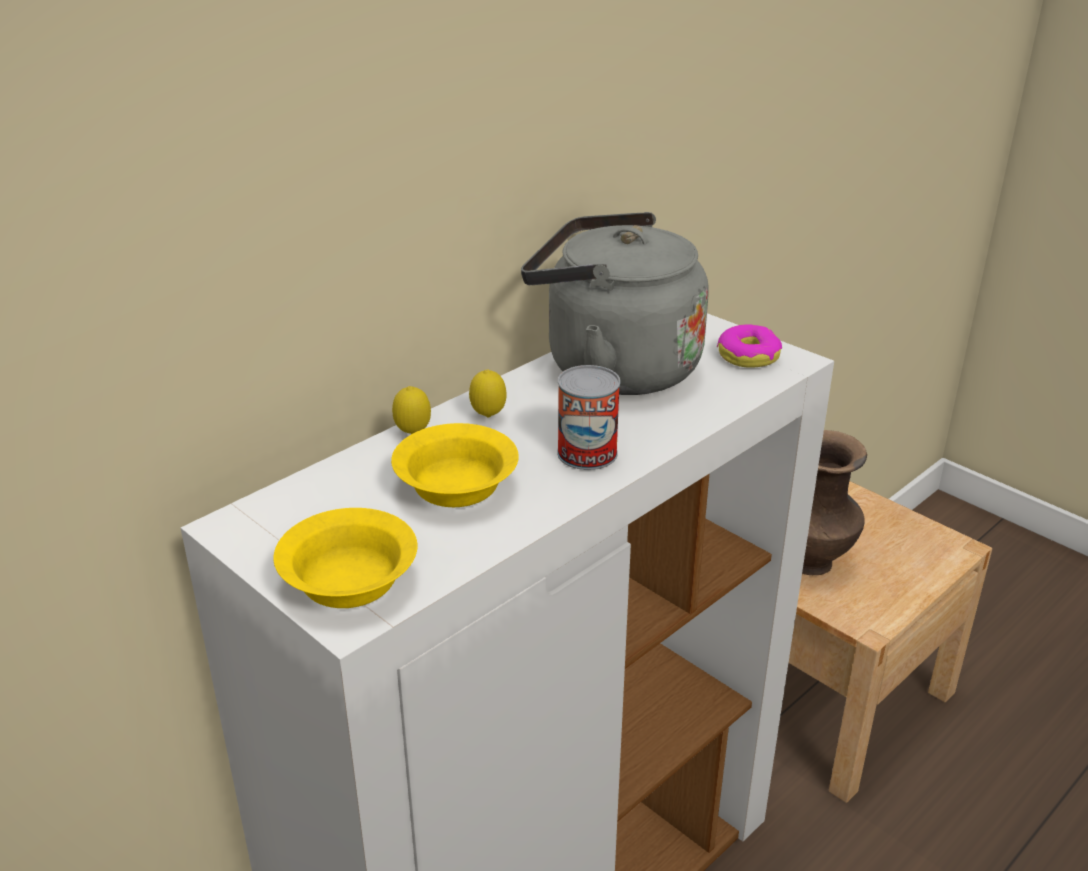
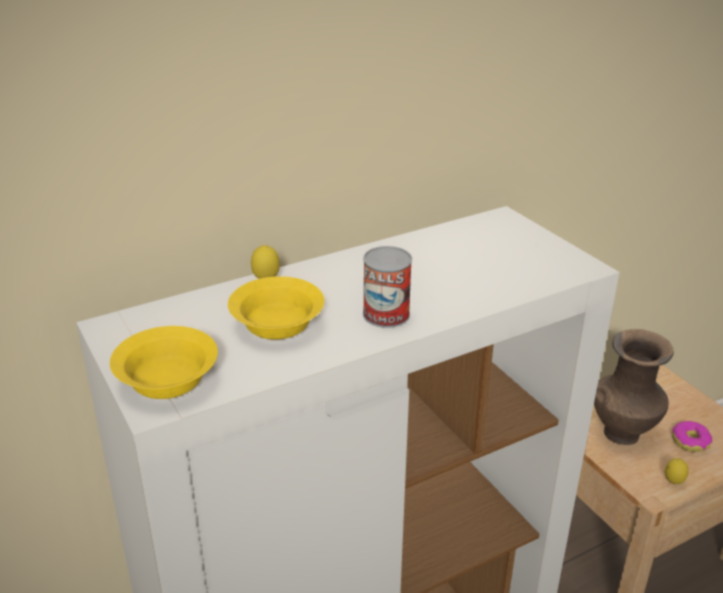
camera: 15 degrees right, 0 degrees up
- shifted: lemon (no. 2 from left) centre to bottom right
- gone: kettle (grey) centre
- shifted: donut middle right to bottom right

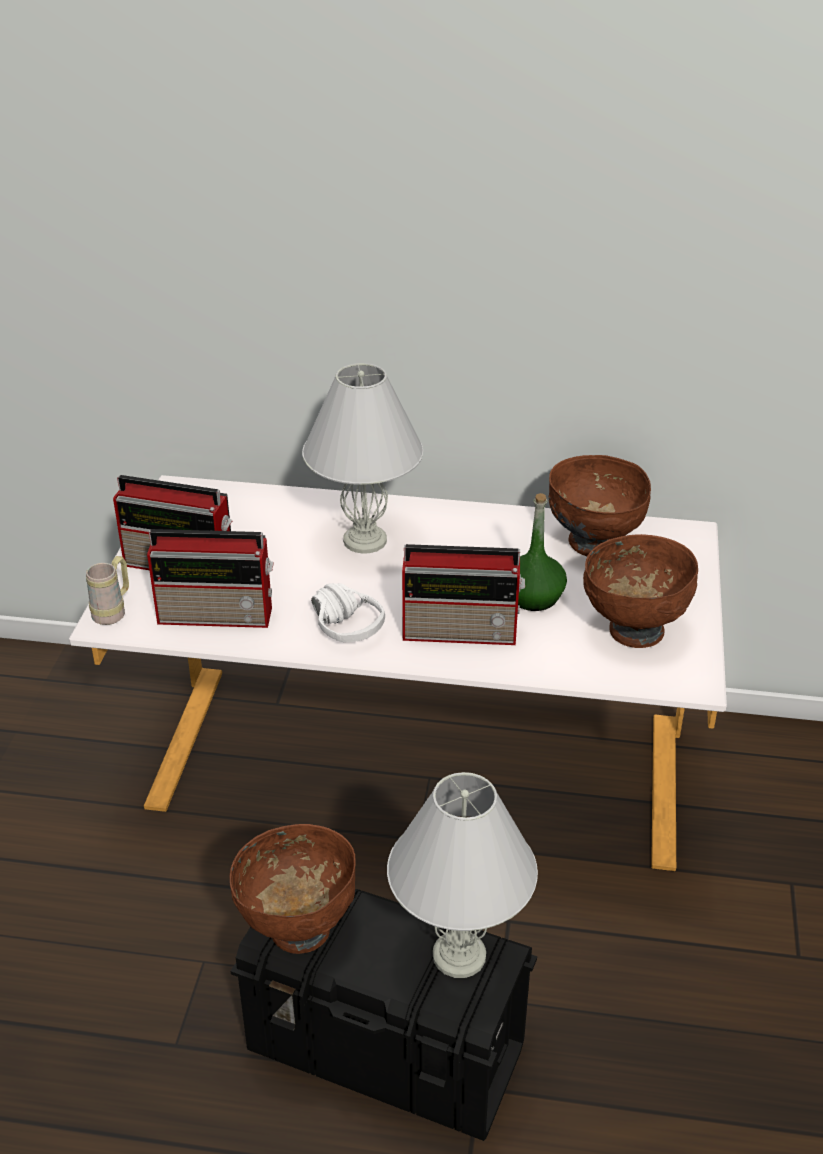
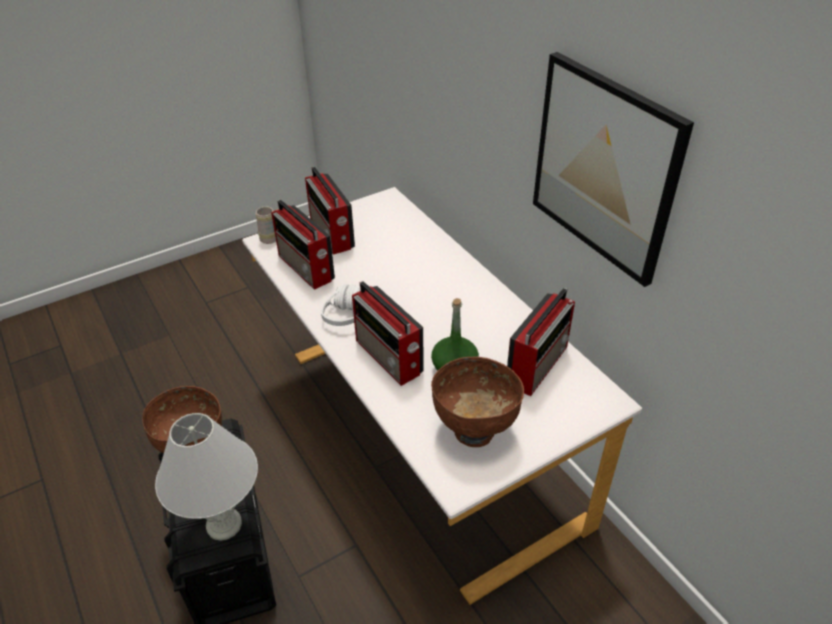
camera: 50 degrees right, 5 degrees up
- gone: table lamp (white) (no. 1 from left) centre
- swapped: bowl (brown) (no. 2 from left) middle right to radio (no. 4 from left) centre
- new: picture top right

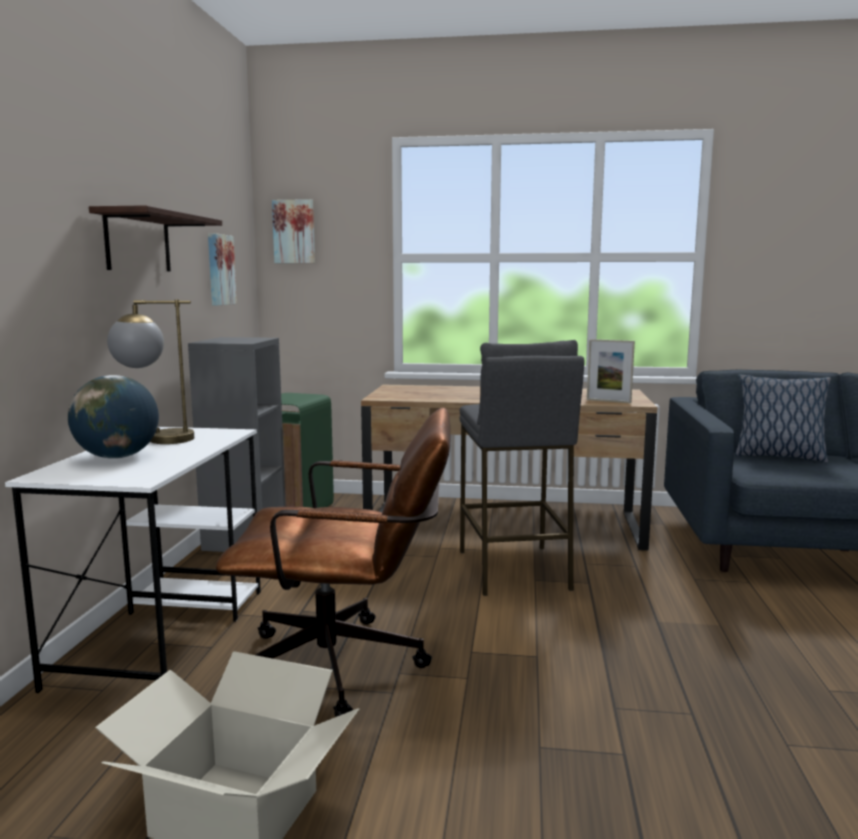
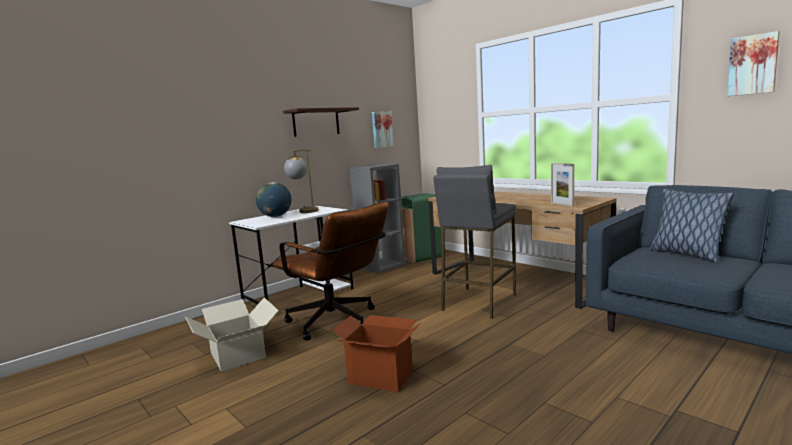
camera: 40 degrees right, 0 degrees up
- shifted: picture (no. 2 from left) top centre to top right
- new: cardboard box (no. 2 from left) bottom centre

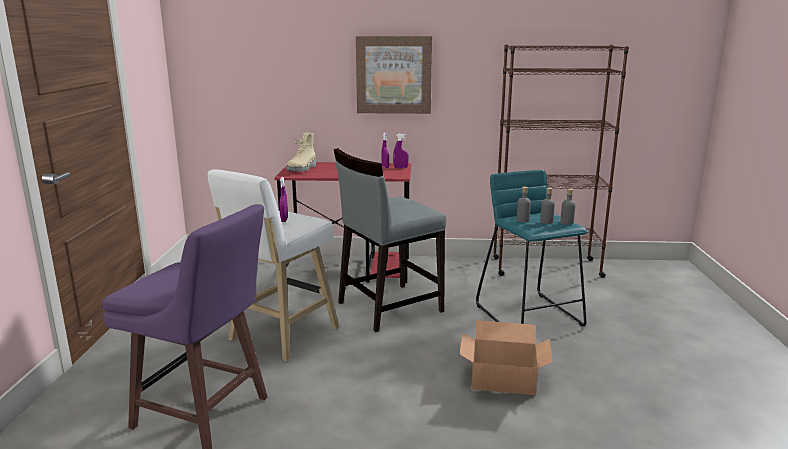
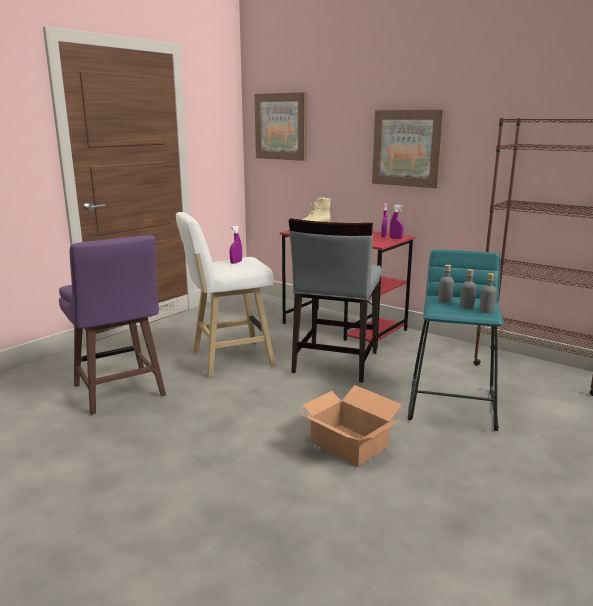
camera: 35 degrees right, 0 degrees up
- rotated: chair (grey) centre = centre 75 degrees counterclockwise
- new: picture (no. 1 from left) top centre

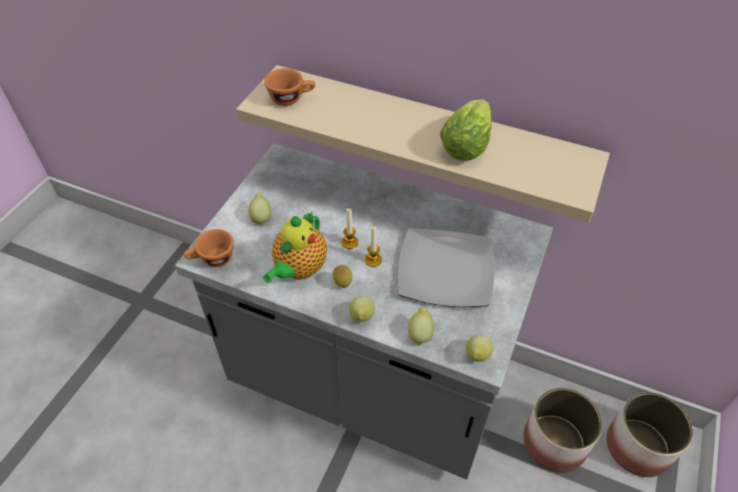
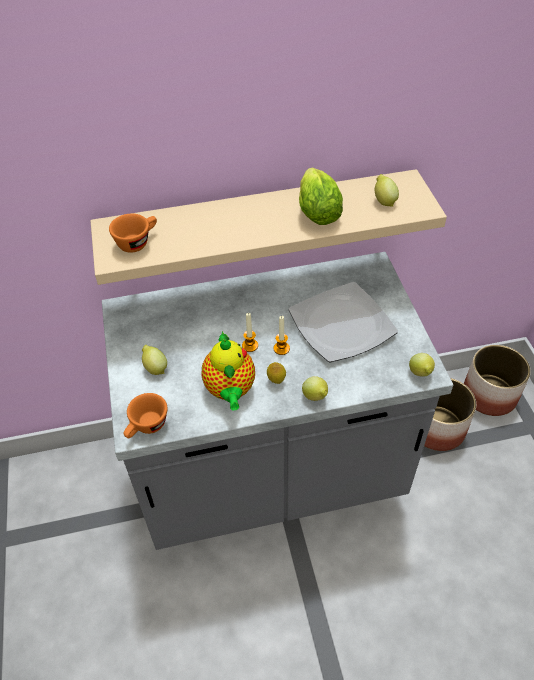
camera: 35 degrees left, 0 degrees up
- shifted: lemon (no. 4 from left) centre to top right

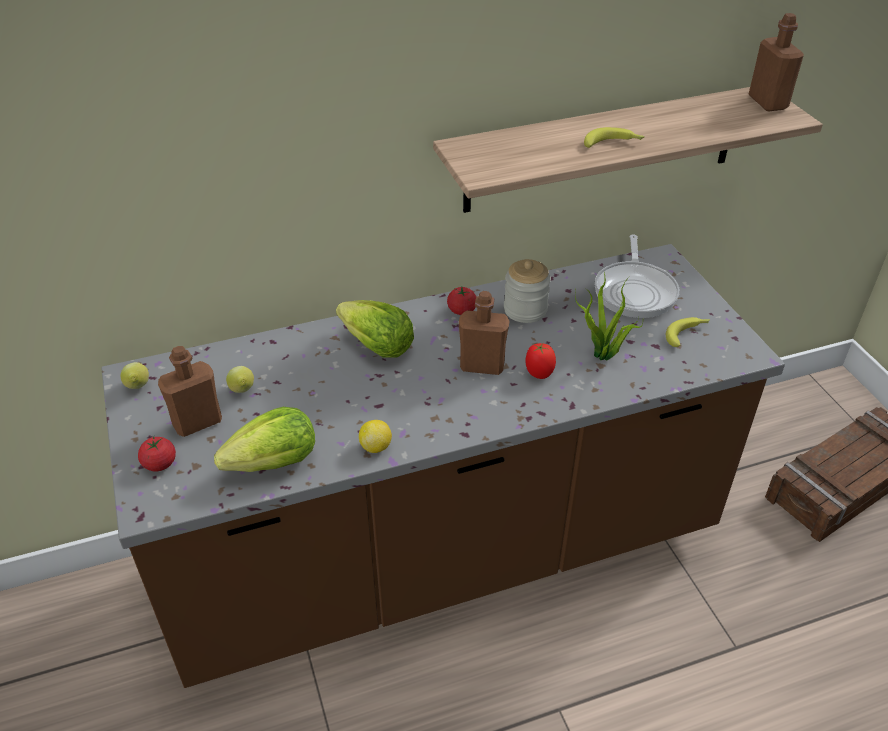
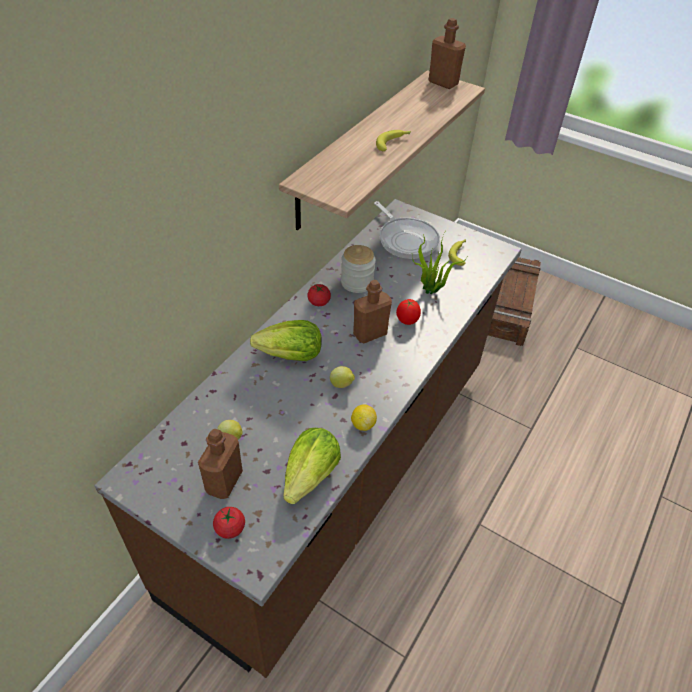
camera: 40 degrees left, 5 degrees up
- shifted: lemon (no. 1 from left in the first image) middle left to lemon (no. 2 from left) centre

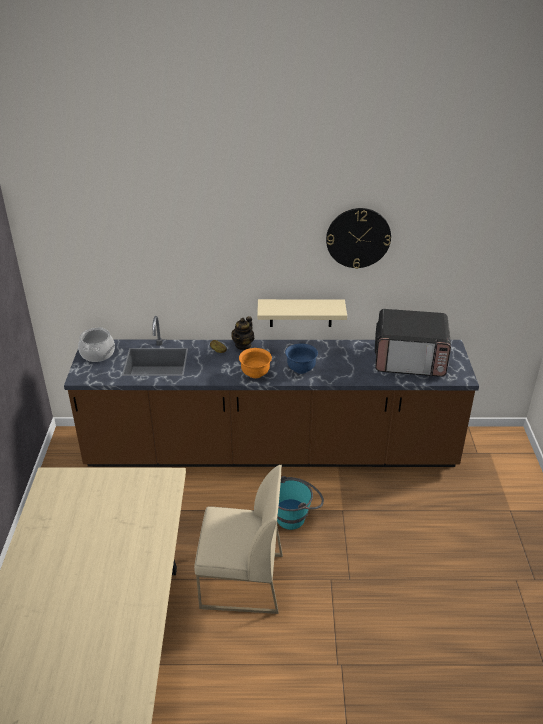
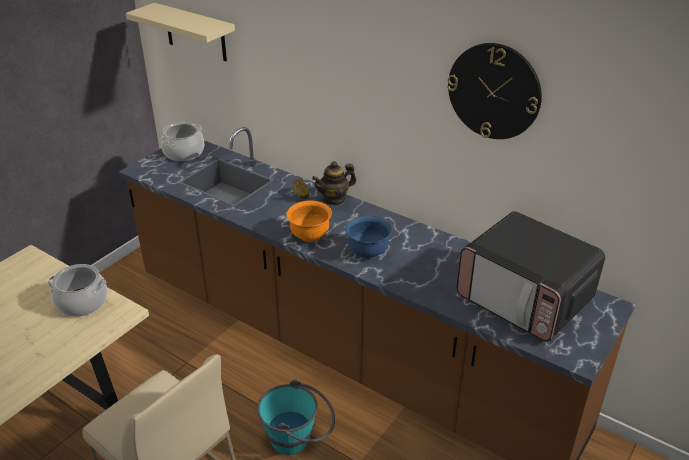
camera: 35 degrees right, 0 degrees up
- shifted: shelf (beige) centre to top left
- new: cooking pot (no. 1 from left) middle left

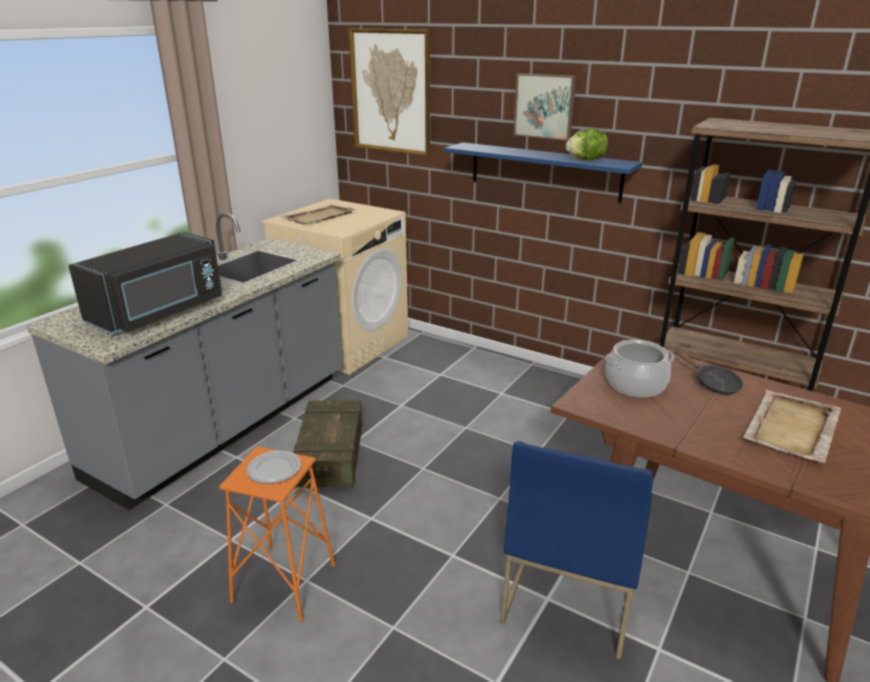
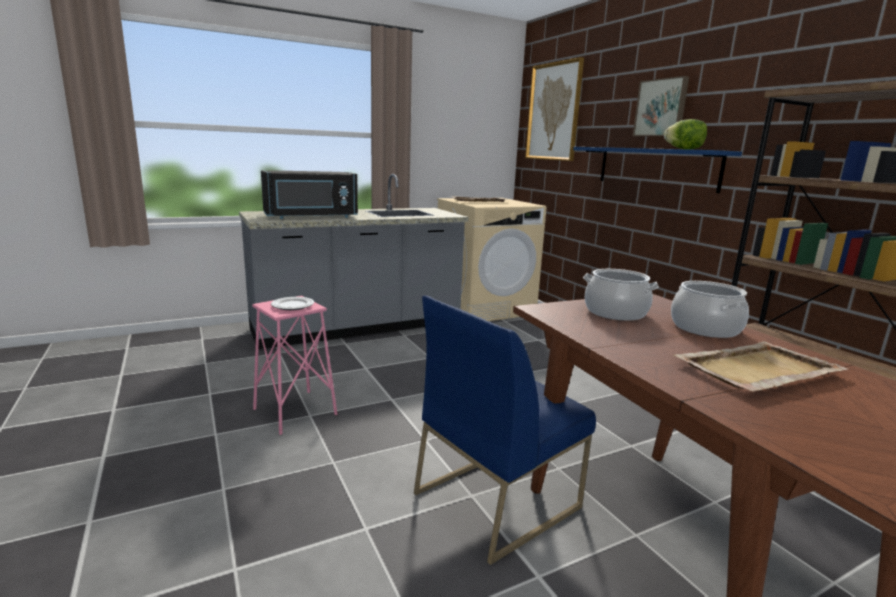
camera: 30 degrees right, 10 degrees down
- repainted: stool (orange) bottom left to stool (pink) middle left
- gone: crate centre
- swapped: frying pan (black) middle right to cooking pot (no. 2 from left) middle right

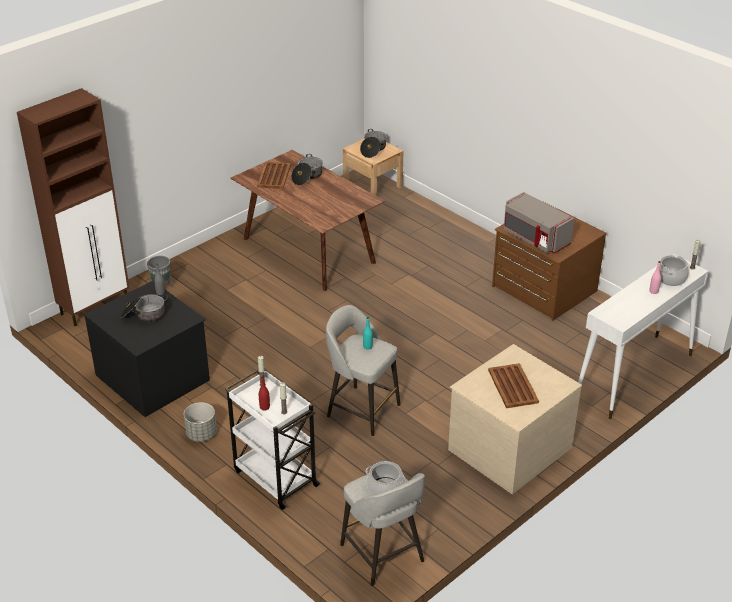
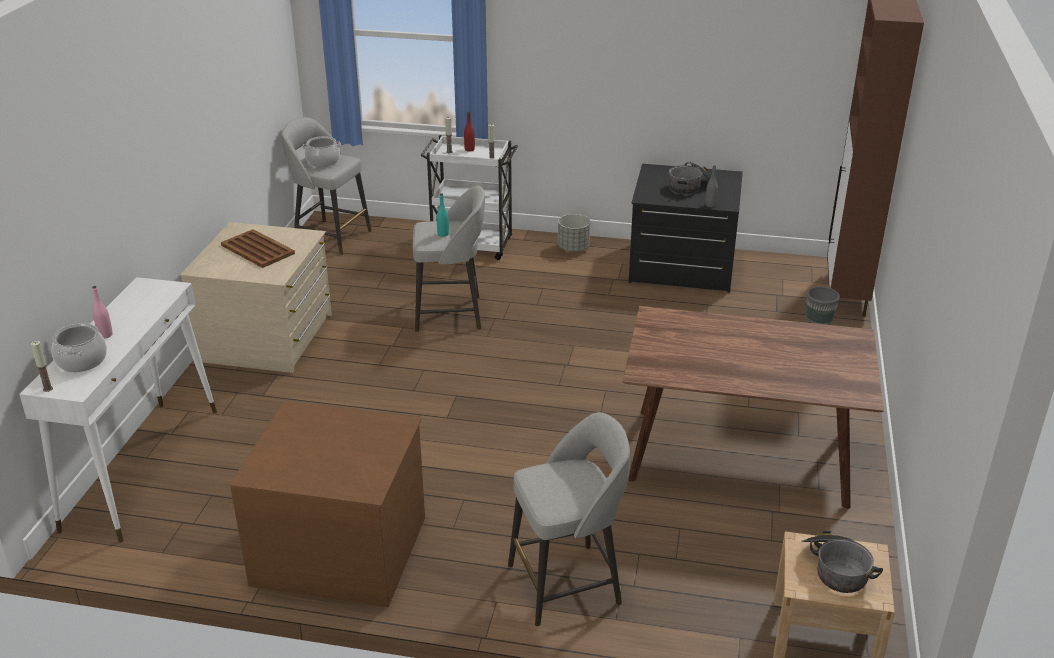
camera: 145 degrees right, 5 degrees down
- gone: tray (brown) (no. 1 from left) top centre
- gone: cooking pot (no. 2 from left) top centre
- gone: microwave (grey) middle right
- new: stool (grey) (no. 3 from left) bottom centre

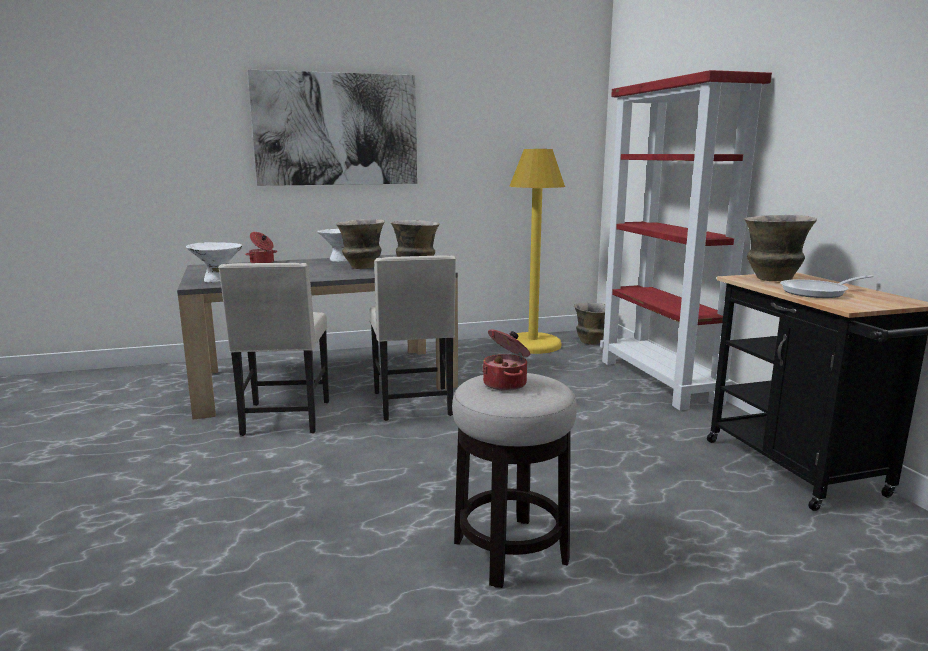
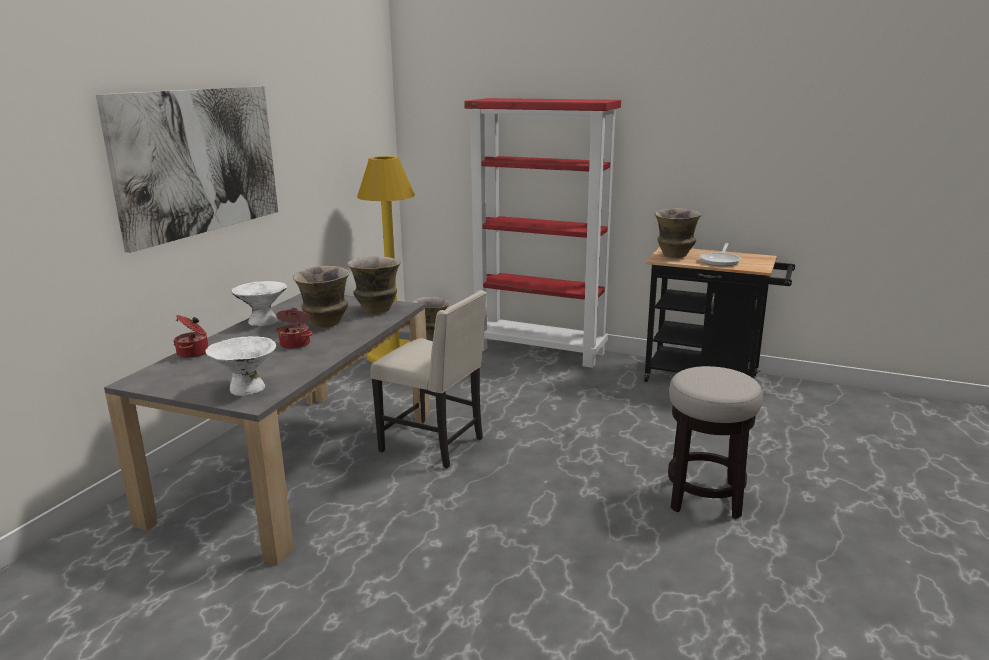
camera: 50 degrees left, 5 degrees up
- gone: chair (beige) (no. 1 from left) middle left
- shifted: cooking pot (no. 2 from left) centre to middle left

